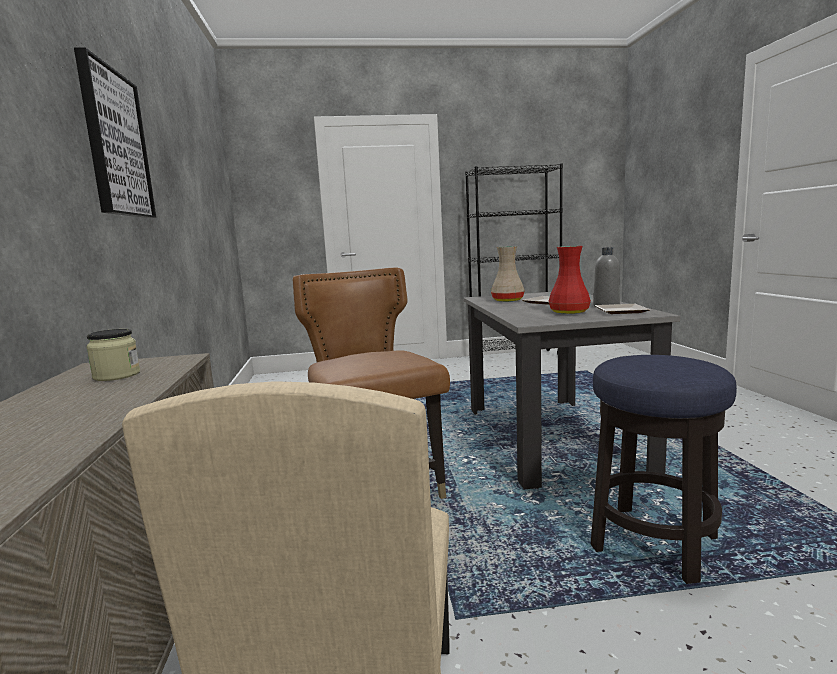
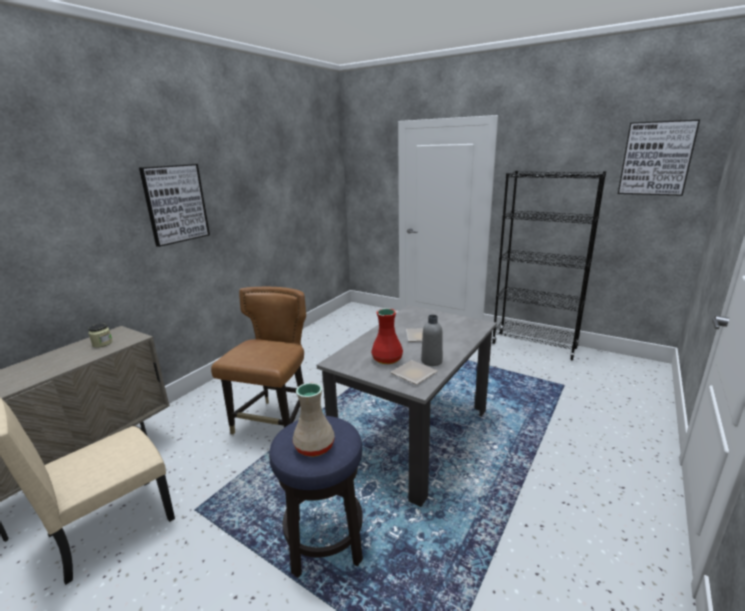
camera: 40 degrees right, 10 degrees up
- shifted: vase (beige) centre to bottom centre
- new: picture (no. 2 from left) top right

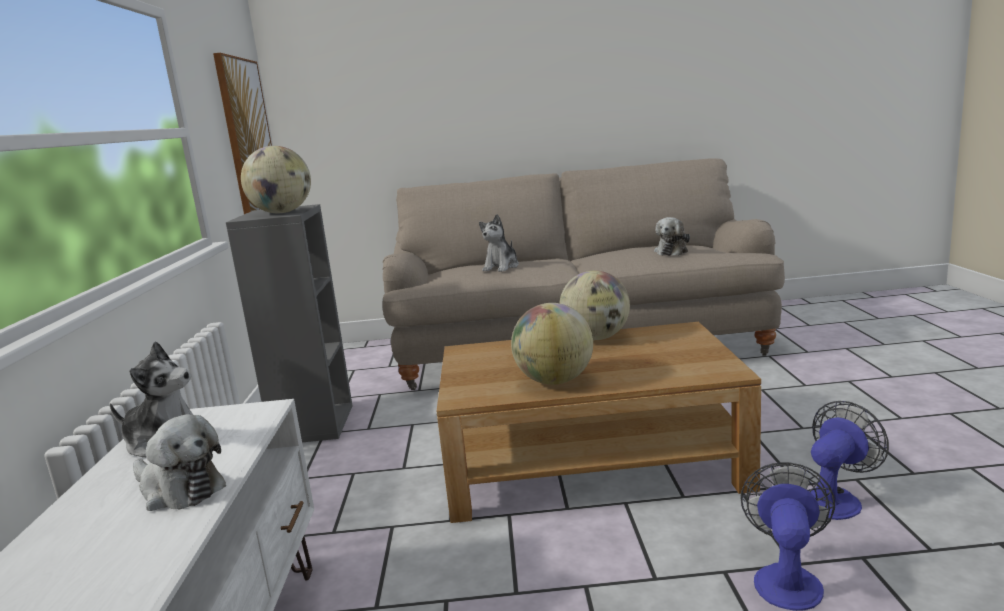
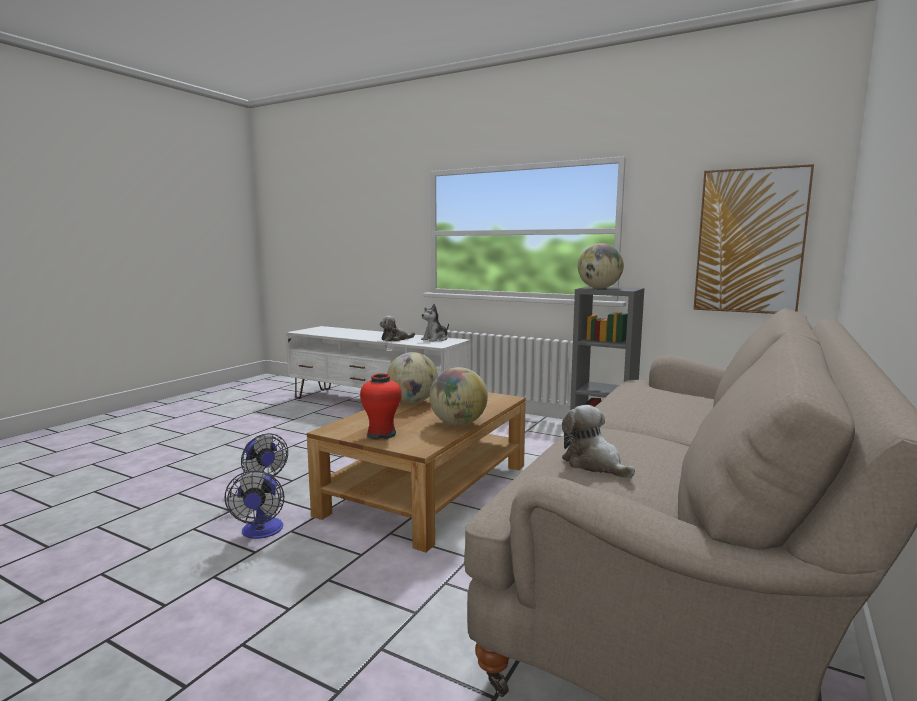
camera: 120 degrees right, 5 degrees down
- gone: plush toy (no. 3 from left) centre
- new: vase (red) centre

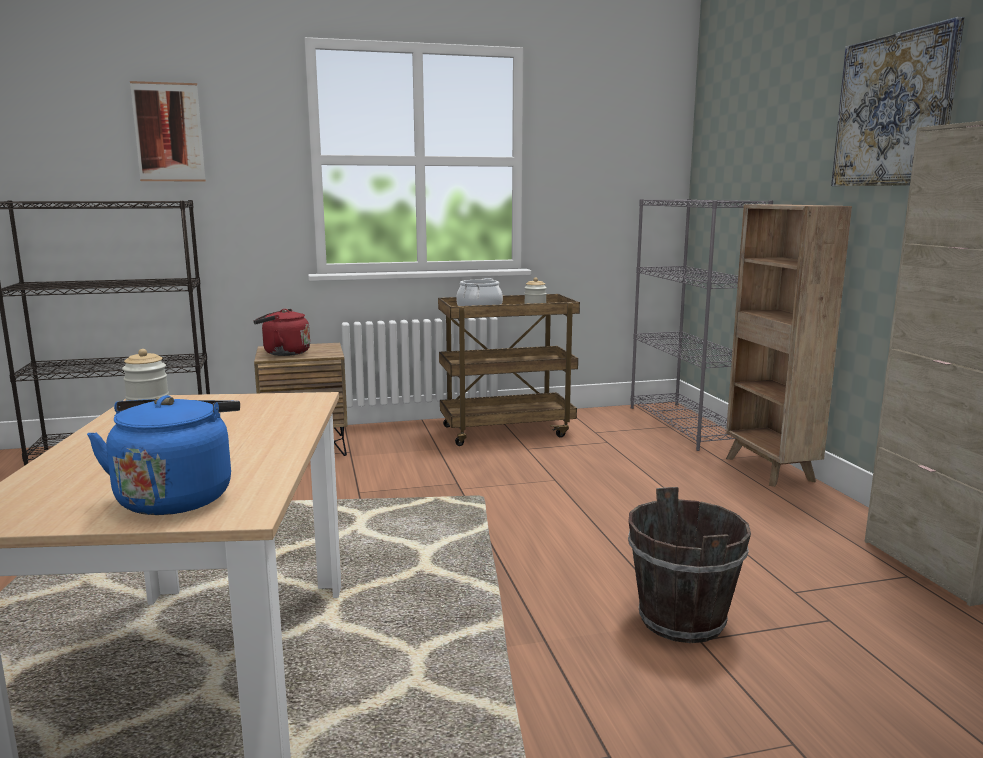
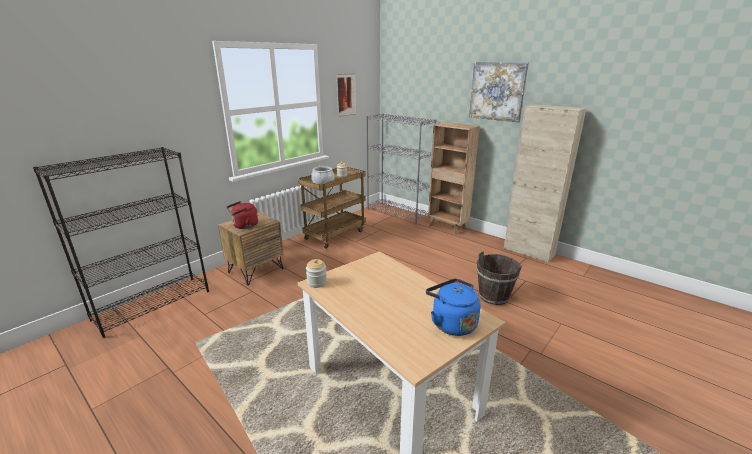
camera: 35 degrees left, 10 degrees up
- shifted: picture (no. 1 from left) top left to top centre

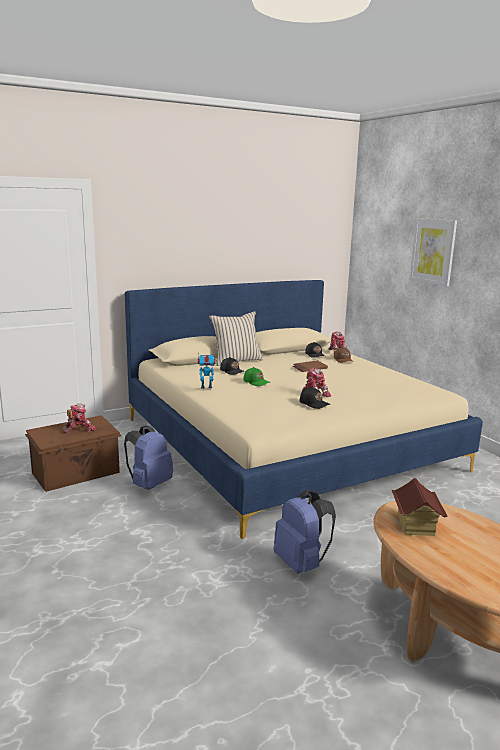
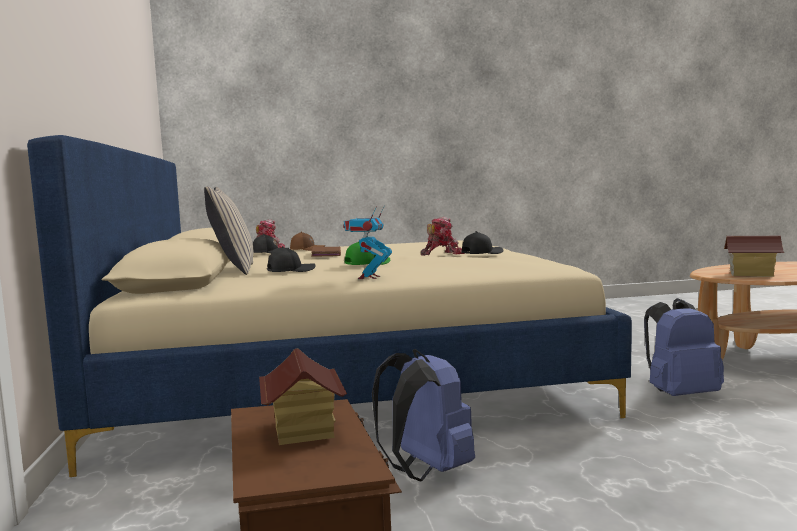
camera: 70 degrees left, 10 degrees down
- swapped: toy robot (no. 1 from left) middle left to toy house (no. 1 from left) bottom centre
- gone: picture middle right

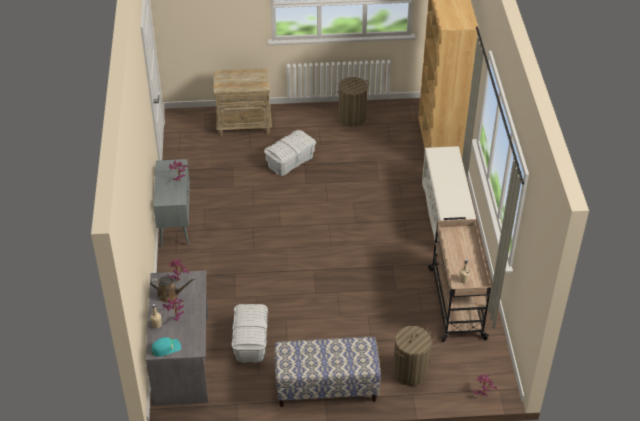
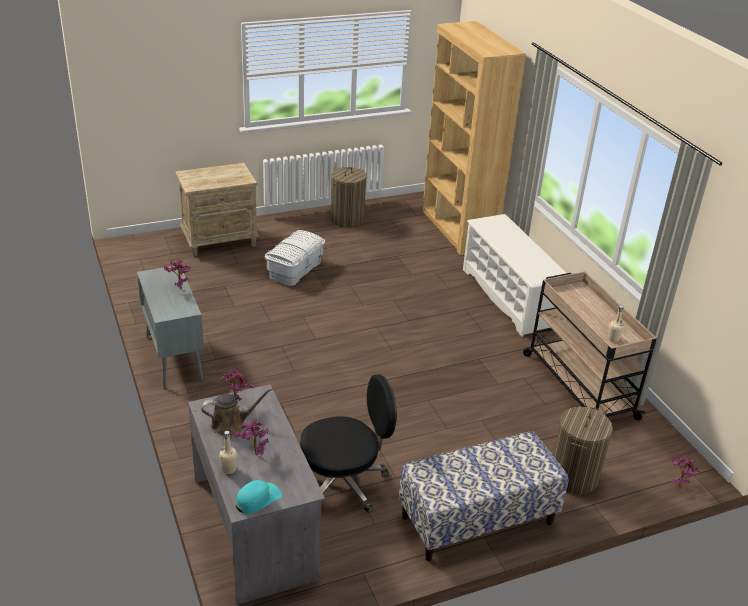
camera: 20 degrees left, 10 degrees down
- swapped: storage box (white) (no. 1 from left) bottom centre to office chair (black) bottom centre

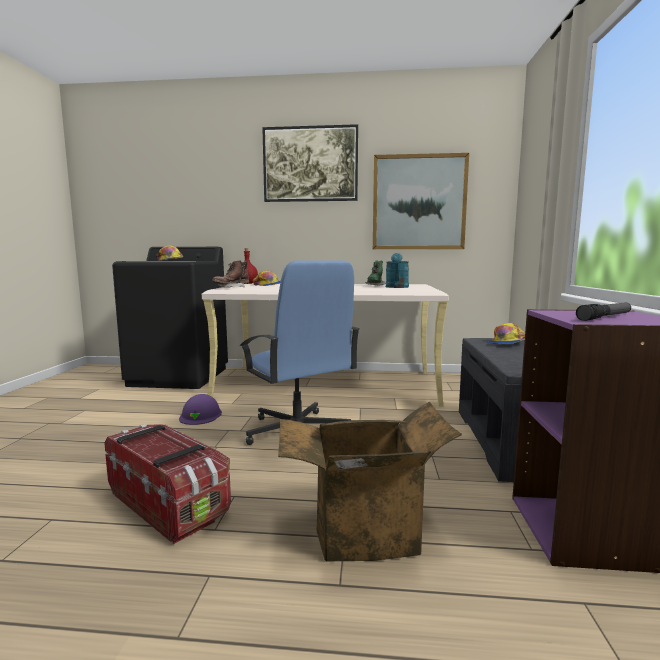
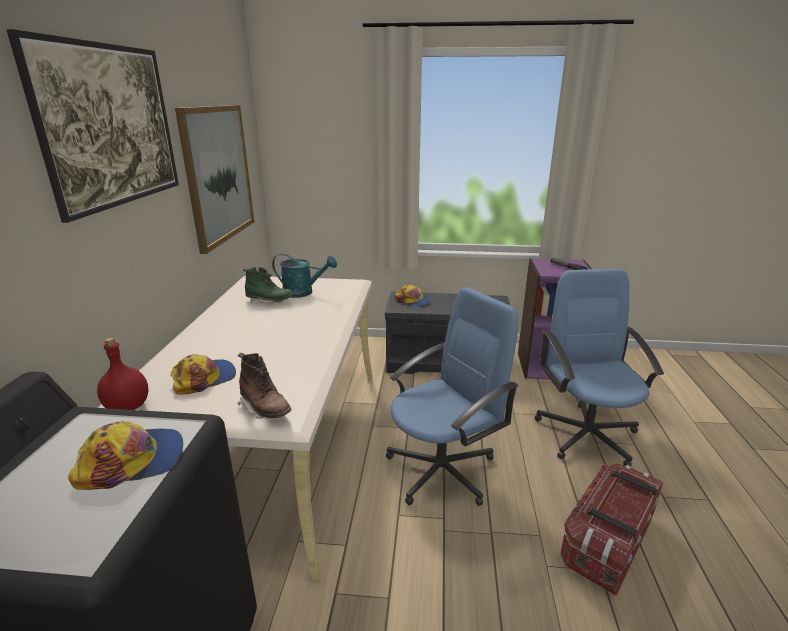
camera: 90 degrees left, 15 degrees up
- gone: hard hat (purple) middle left
- swapped: cardboard box bottom centre to office chair (blue) (no. 2 from left) middle right

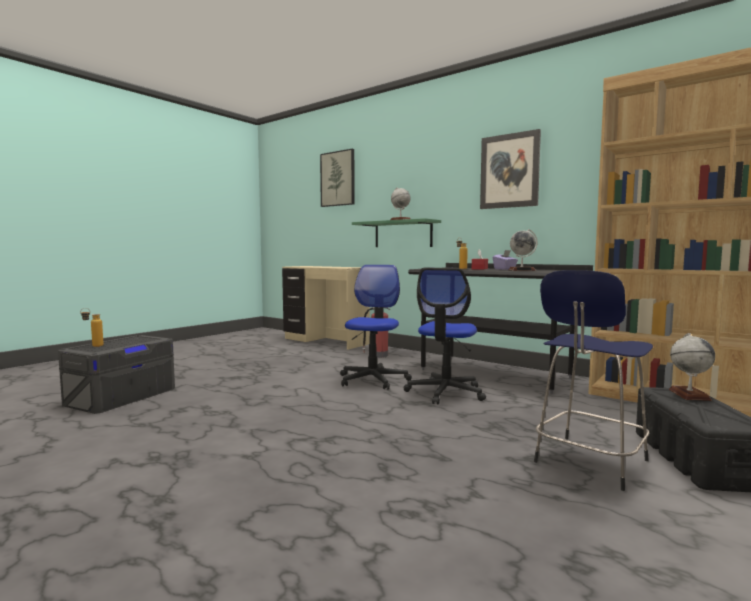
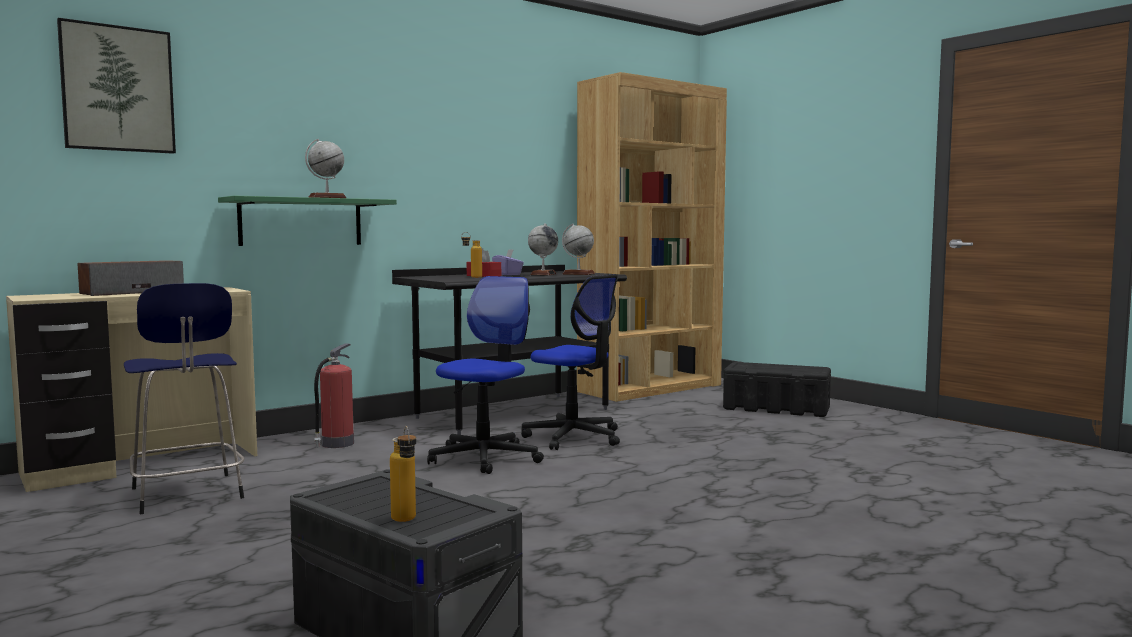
camera: 75 degrees left, 0 degrees up
- rotated: office chair (no. 1 from left) centre = centre 90 degrees clockwise
- gone: picture (no. 2 from left) top right
- shifted: stool (blue) middle right to middle left
- shifted: globe (no. 3 from left) middle right to centre
- new: speaker middle left

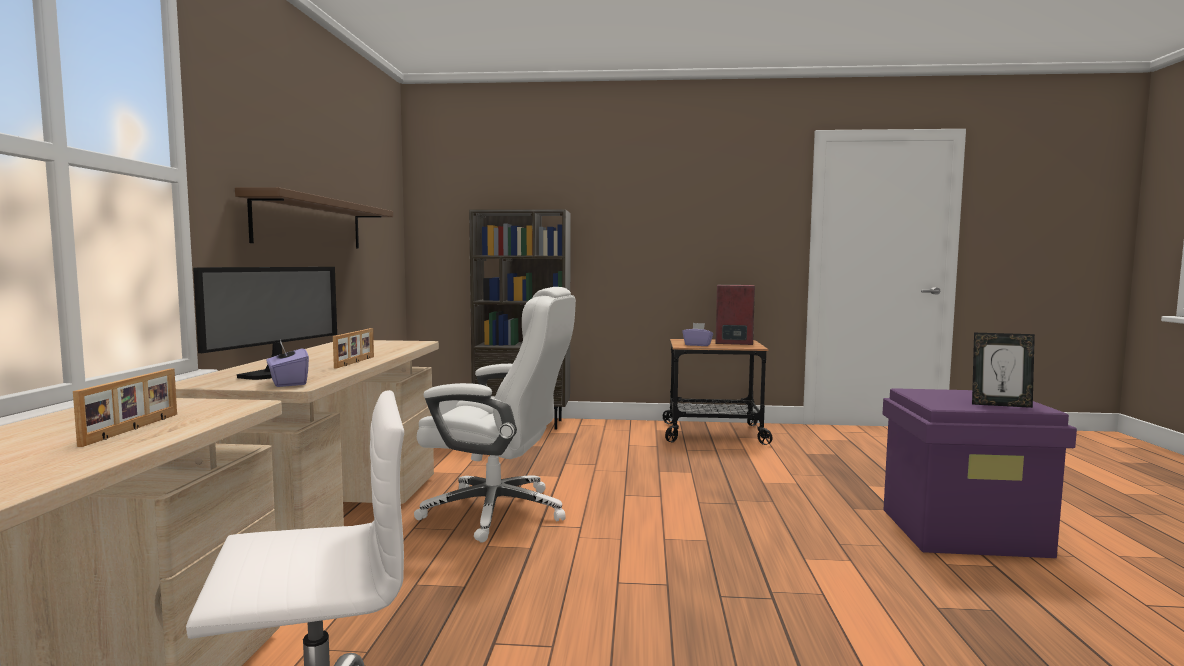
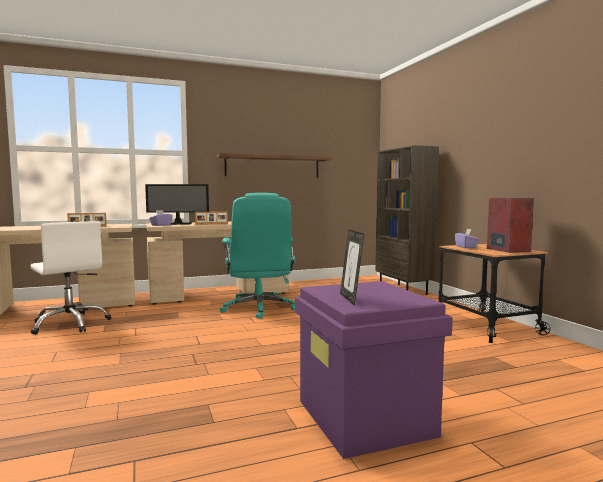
camera: 65 degrees right, 0 degrees up
- repainted: office chair (white) (no. 2 from left) centre to office chair (turquoise) centre

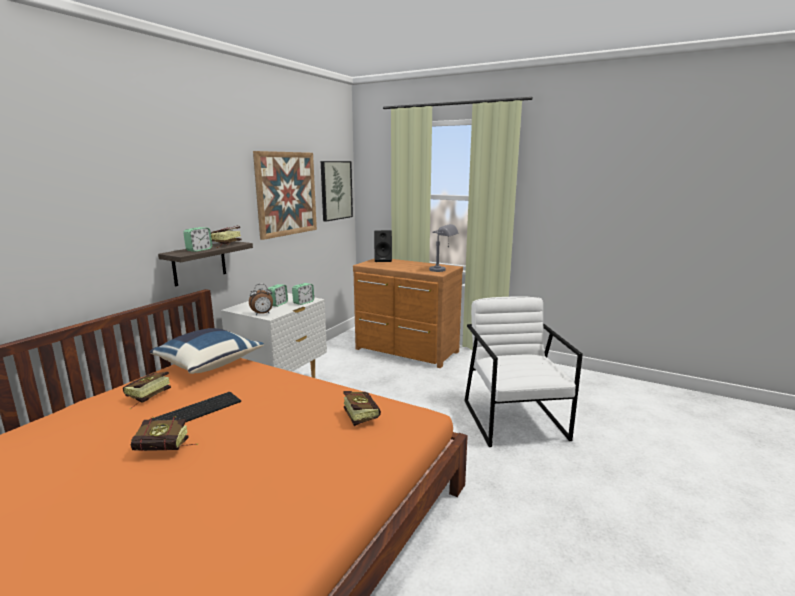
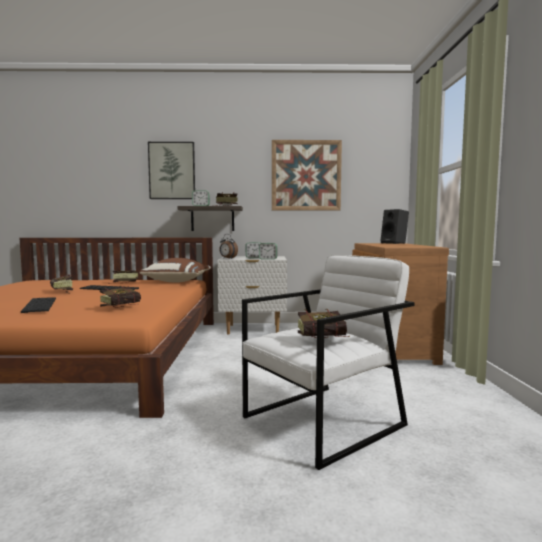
camera: 60 degrees right, 10 degrees down
- repainted: pillow (blue) middle left to pillow (brown) middle left
- shifted: picture (no. 2 from left in the first image) top centre to picture (no. 1 from left) top left
- gone: table lamp (grey) centre
- new: keyboard (no. 1 from left) middle left
- new: book (no. 5 from left) centre

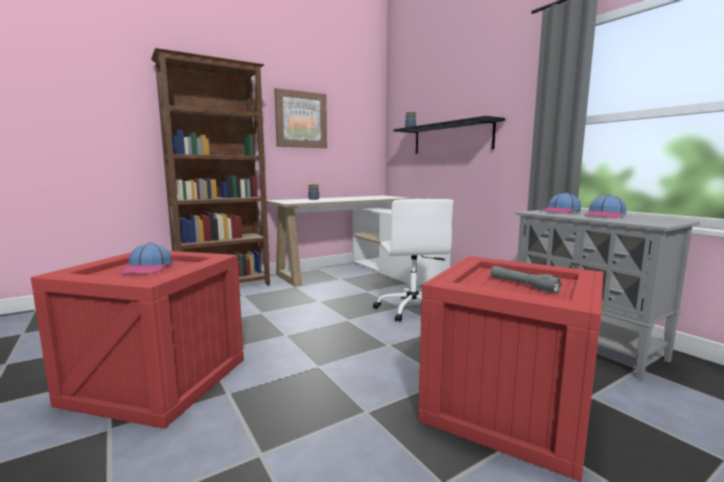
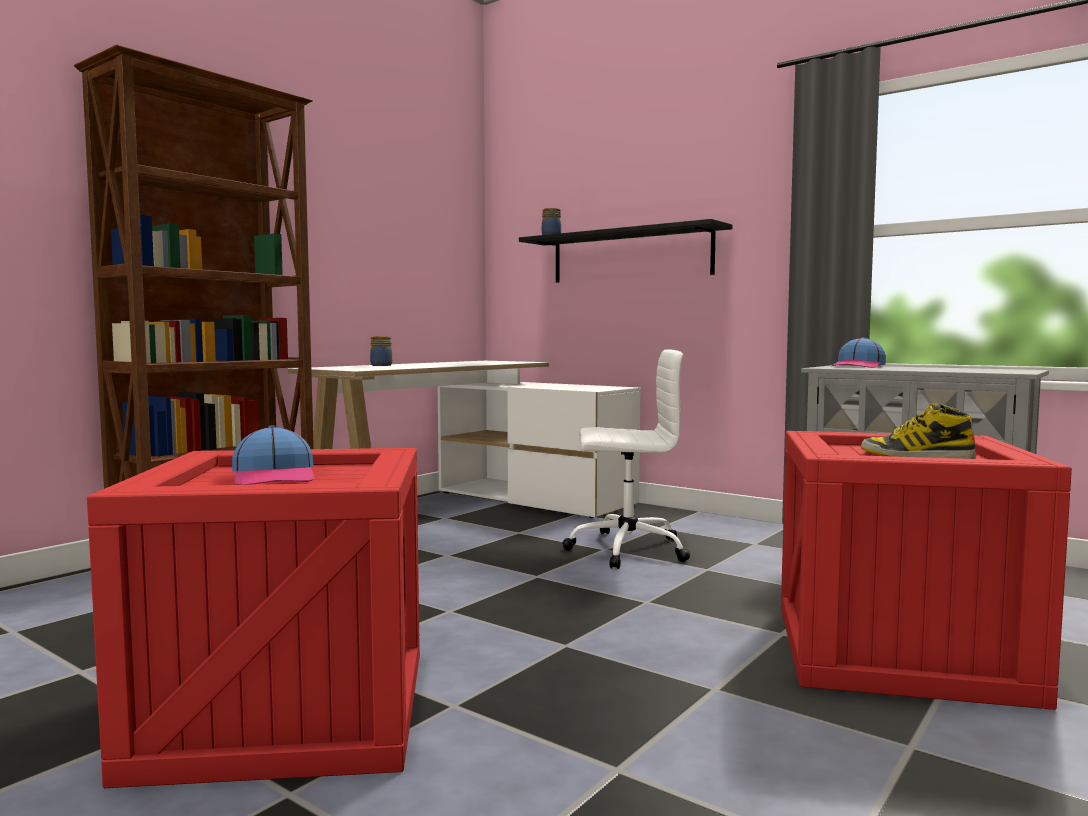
camera: 20 degrees left, 5 degrees down
- gone: picture top centre
- rotated: office chair (white) centre = centre 60 degrees counterclockwise
- swapped: flashlight (grey) middle right to boot middle right
- gone: cap (no. 3 from left) middle right

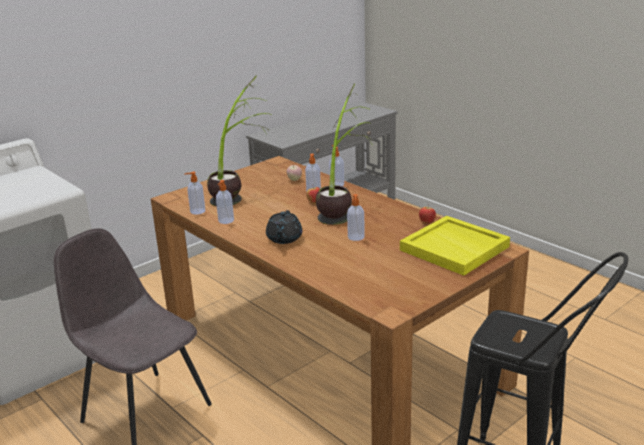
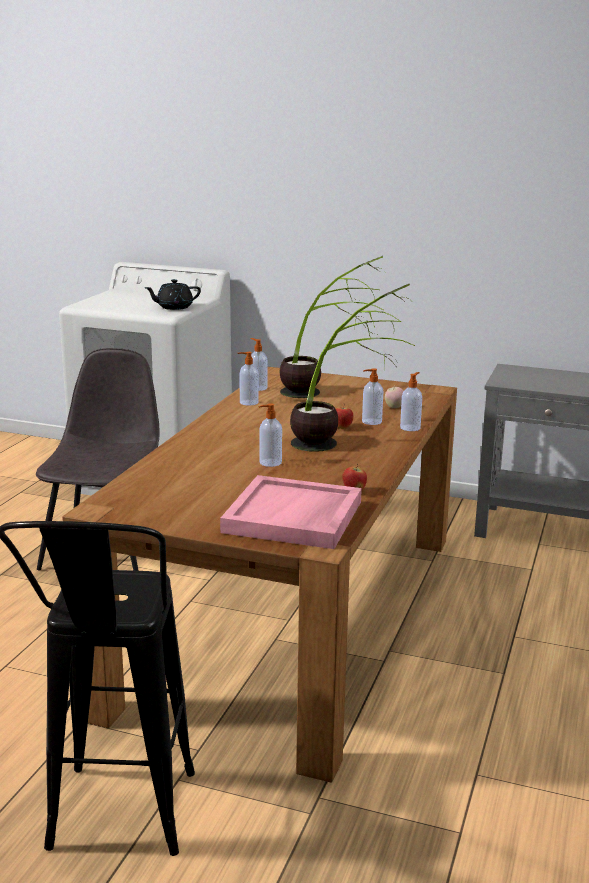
camera: 60 degrees right, 5 degrees down
- shifted: teapot (black) centre to top left
- repainted: tray (yellow) middle right to tray (pink) centre

